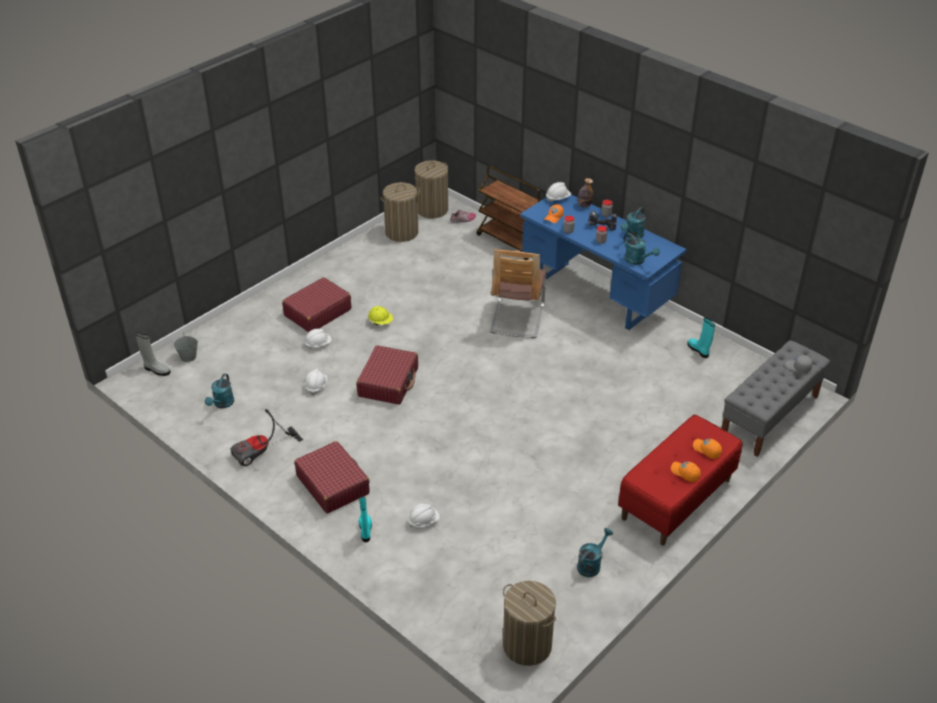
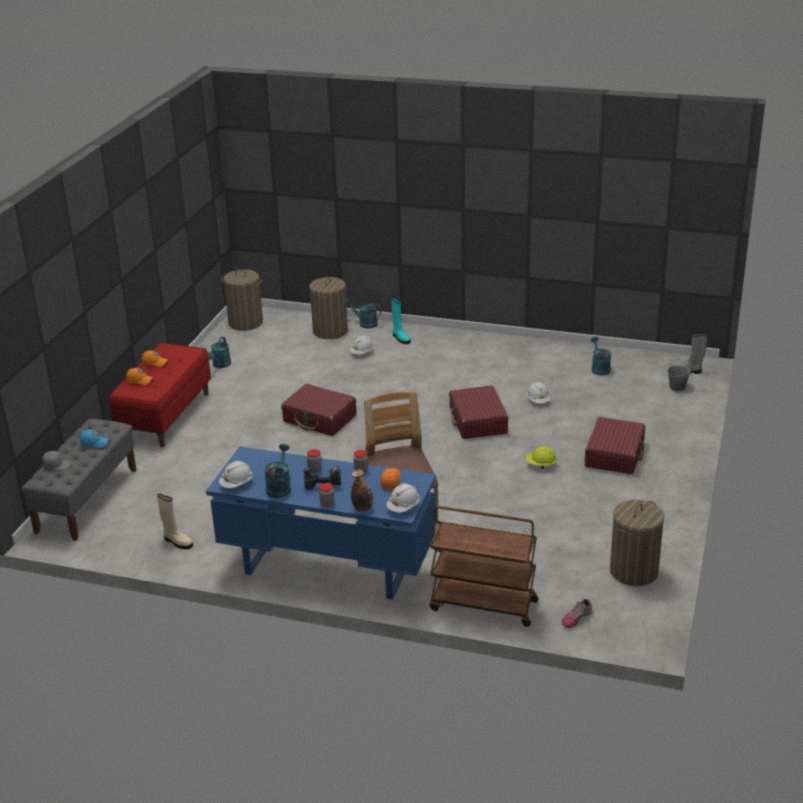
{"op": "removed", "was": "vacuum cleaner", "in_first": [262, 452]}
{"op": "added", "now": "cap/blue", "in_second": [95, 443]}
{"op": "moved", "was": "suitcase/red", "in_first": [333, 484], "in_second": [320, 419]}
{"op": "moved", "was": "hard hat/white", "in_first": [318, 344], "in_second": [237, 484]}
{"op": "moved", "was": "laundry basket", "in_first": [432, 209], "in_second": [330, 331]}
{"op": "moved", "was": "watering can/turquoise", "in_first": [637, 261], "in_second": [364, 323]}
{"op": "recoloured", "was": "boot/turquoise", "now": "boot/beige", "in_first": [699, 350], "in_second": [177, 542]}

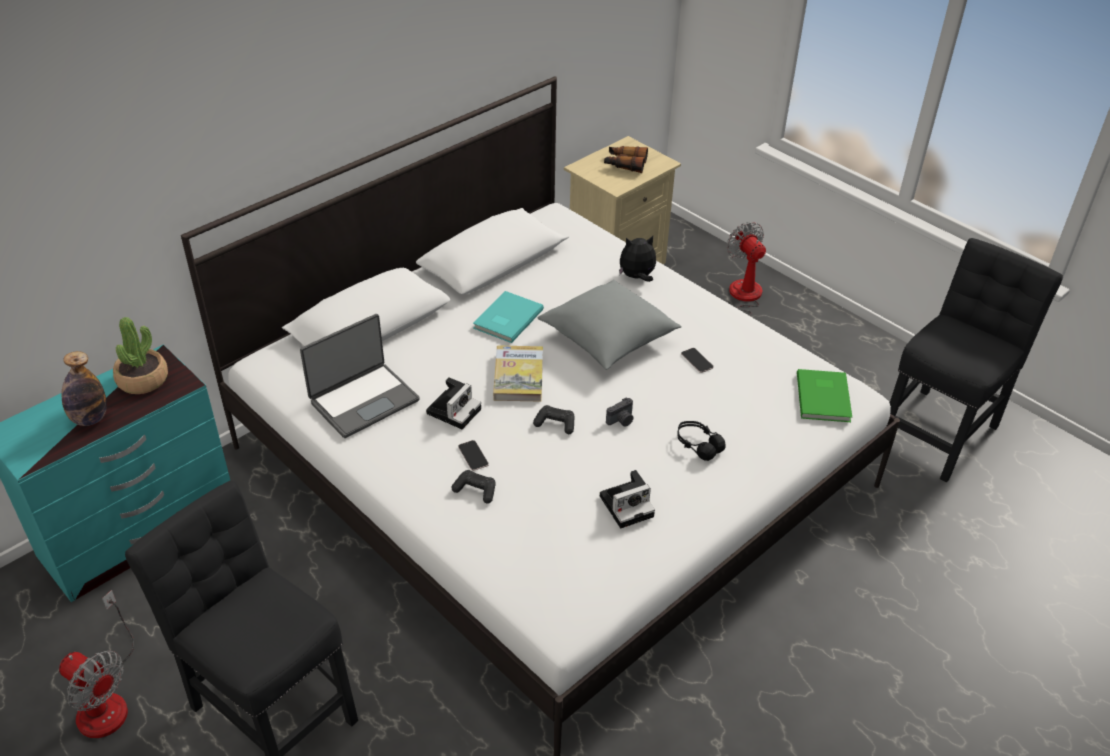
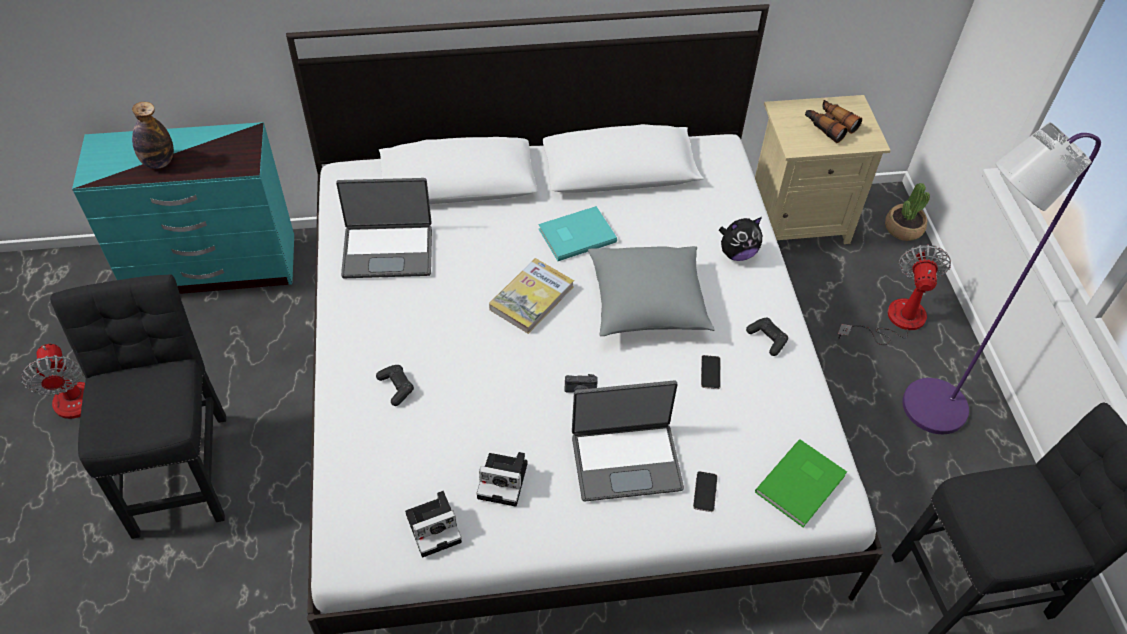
{"op": "added", "now": "floor lamp/purple", "in_second": [923, 410]}
{"op": "moved", "was": "potted plant", "in_first": [143, 380], "in_second": [903, 228]}
{"op": "moved", "was": "photo camera", "in_first": [454, 410], "in_second": [435, 526]}
{"op": "moved", "was": "phone", "in_first": [473, 456], "in_second": [705, 492]}
{"op": "moved", "was": "game controller/black", "in_first": [555, 424], "in_second": [767, 339]}
{"op": "replaced", "was": "headphones/black", "now": "laptop", "in_first": [698, 445], "in_second": [626, 460]}
{"op": "turned", "was": "plush toy", "in_first": [637, 277], "in_second": [737, 253], "clockwise": 135}

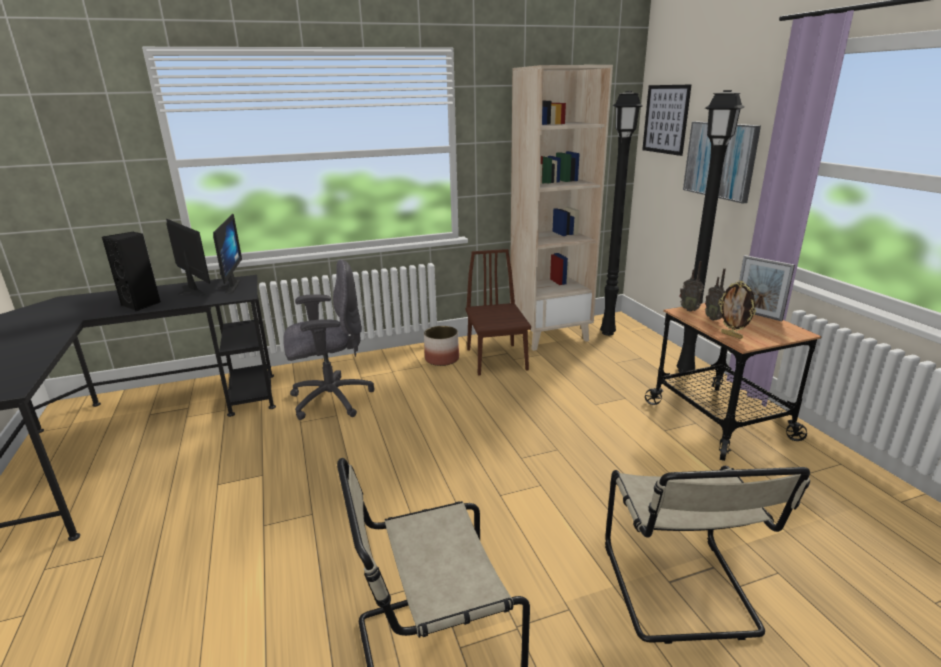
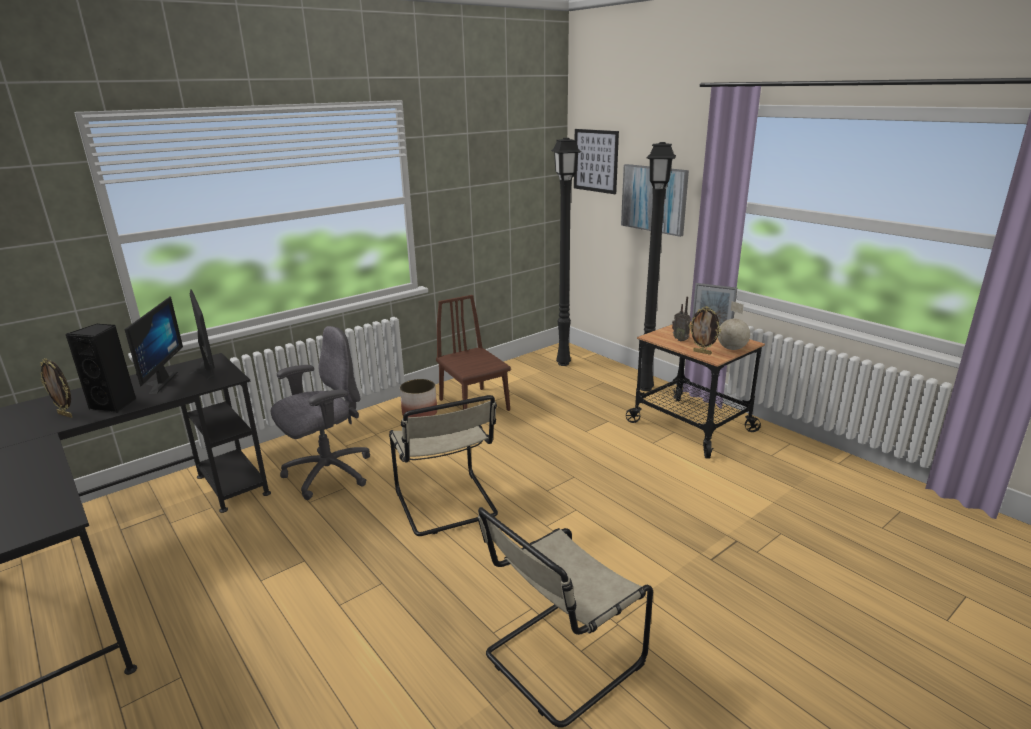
{"op": "removed", "was": "bookcase/beige", "in_first": [550, 335]}
{"op": "removed", "was": "radio", "in_first": [689, 309]}
{"op": "added", "now": "picture frame", "in_second": [66, 415]}
{"op": "added", "now": "globe", "in_second": [732, 349]}
{"op": "moved", "was": "chair/beige", "in_first": [680, 592], "in_second": [447, 505]}
{"op": "turned", "was": "monitor", "in_first": [187, 292], "in_second": [157, 383], "clockwise": 60}

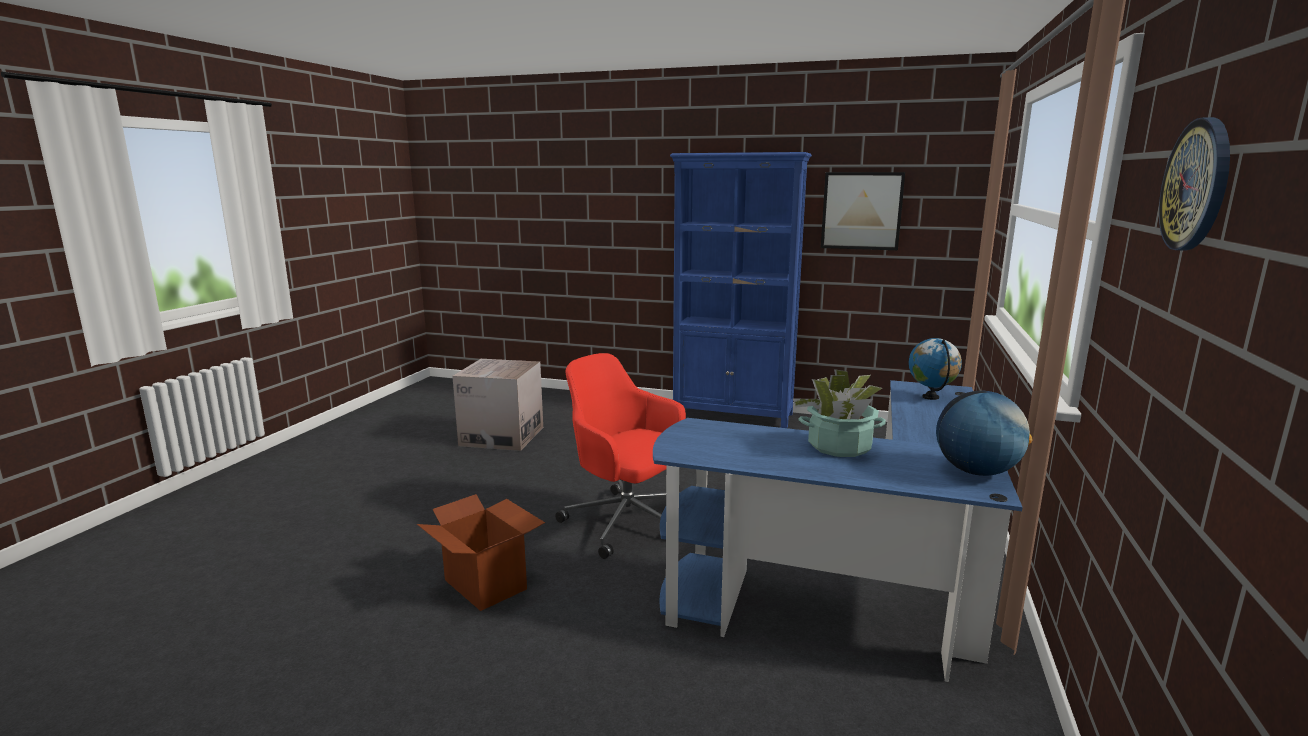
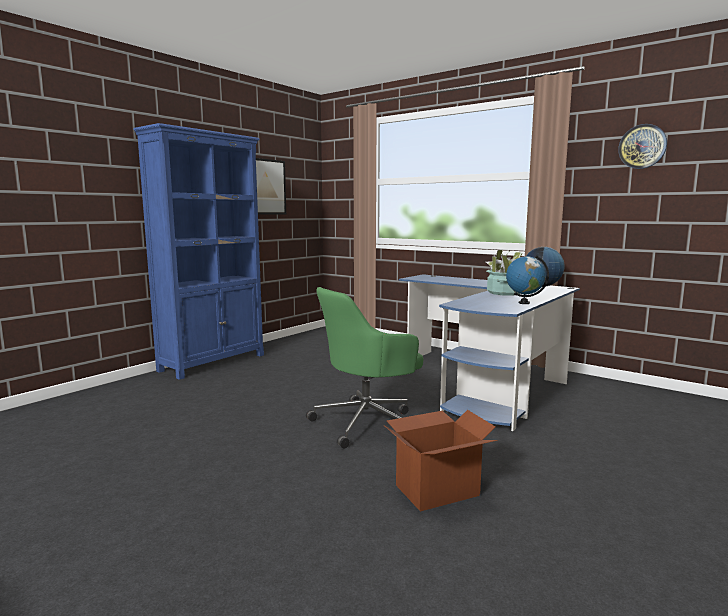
{"op": "removed", "was": "cardboard box", "in_first": [502, 436]}
{"op": "moved", "was": "globe", "in_first": [931, 397], "in_second": [524, 303]}
{"op": "recoloured", "was": "office chair/red", "now": "office chair/green", "in_first": [628, 522], "in_second": [367, 423]}

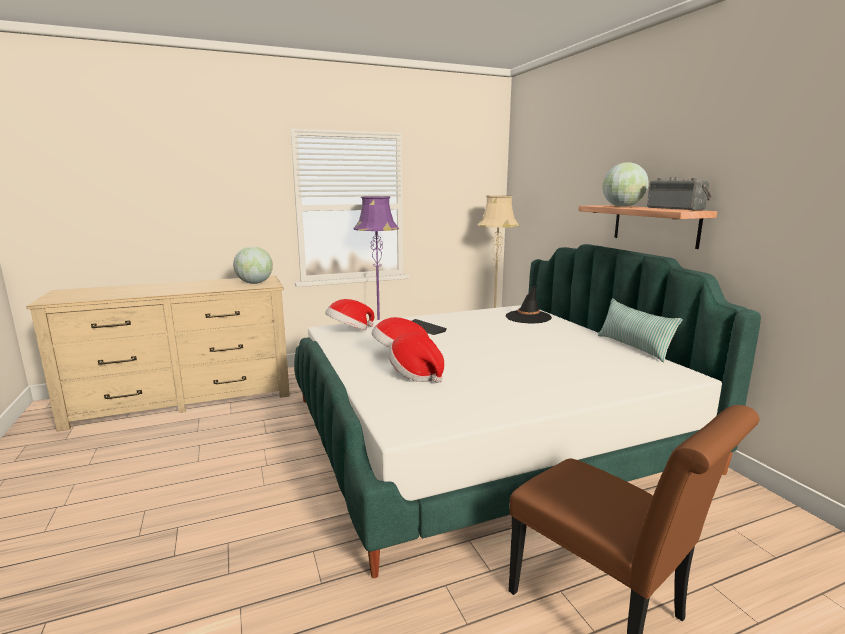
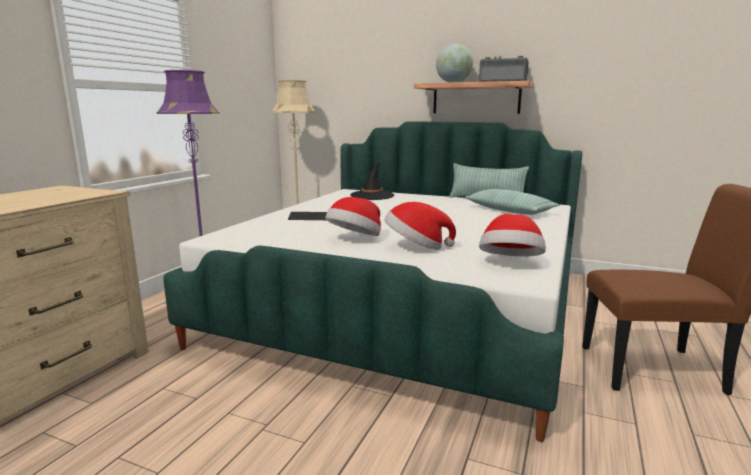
{"op": "removed", "was": "globe", "in_first": [254, 283]}
{"op": "added", "now": "pillow", "in_second": [509, 210]}
{"op": "moved", "was": "hat", "in_first": [349, 330], "in_second": [510, 263]}

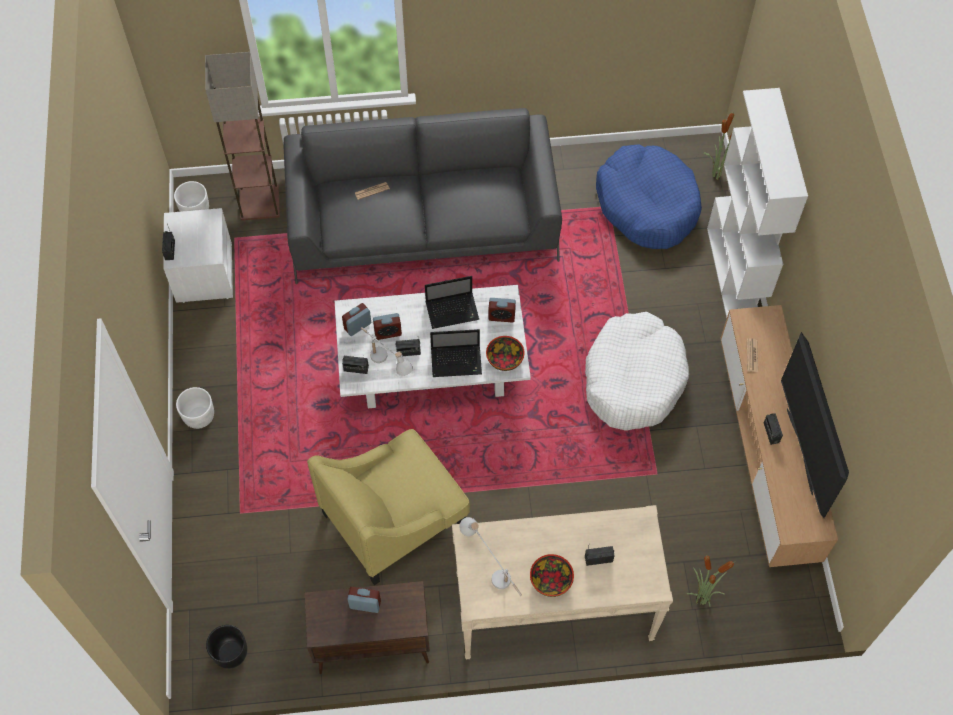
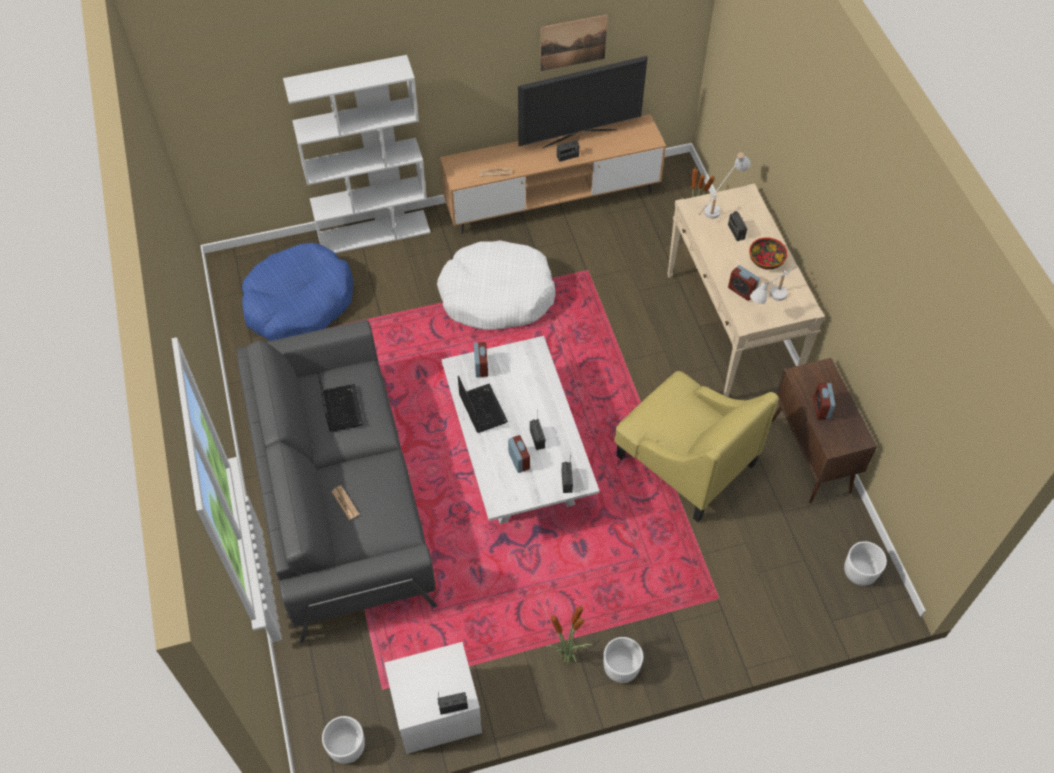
{"op": "removed", "was": "floor lamp", "in_first": [260, 202]}
{"op": "removed", "was": "bowl", "in_first": [504, 359]}
{"op": "added", "now": "picture", "in_second": [573, 42]}
{"op": "moved", "was": "alarm clock", "in_first": [357, 326], "in_second": [741, 291]}
{"op": "moved", "was": "table lamp/white", "in_first": [386, 364], "in_second": [719, 205]}
{"op": "moved", "was": "laptop", "in_first": [457, 361], "in_second": [341, 407]}
{"op": "moved", "was": "potted plant", "in_first": [715, 174], "in_second": [567, 658]}
{"op": "recoloured", "was": "planter/black", "now": "planter/white", "in_first": [231, 653], "in_second": [859, 572]}

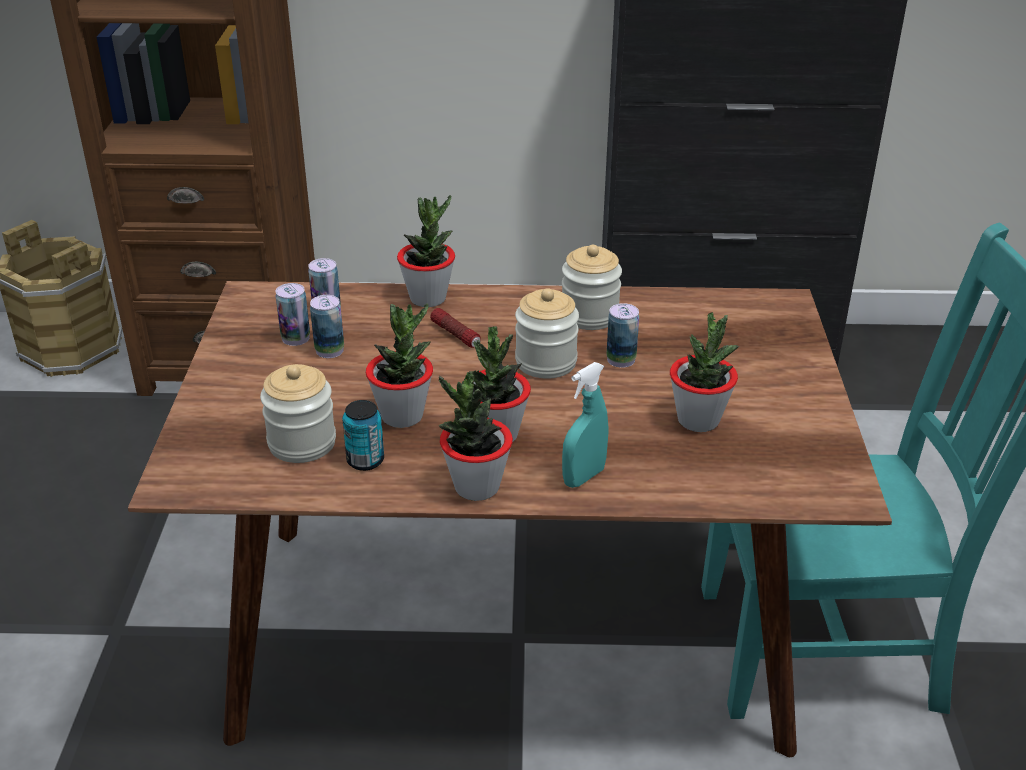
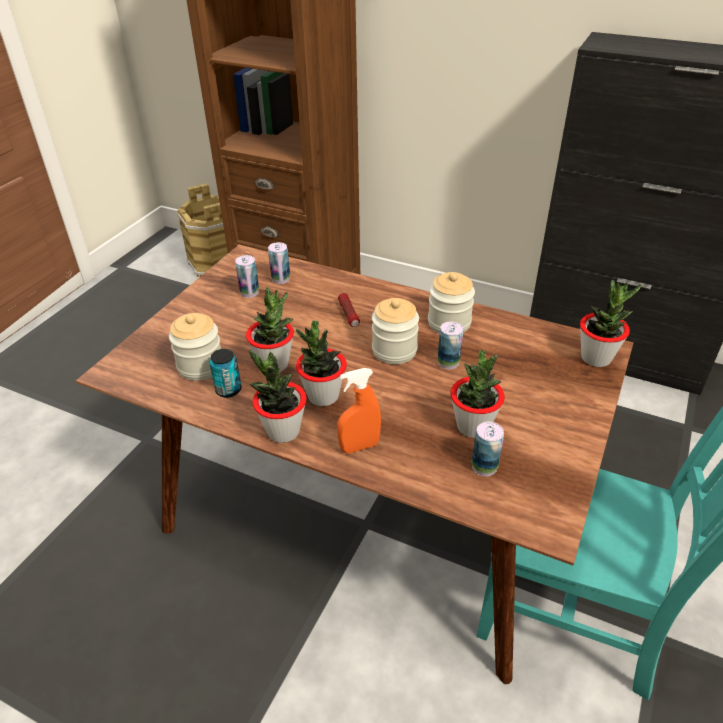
{"op": "moved", "was": "can", "in_first": [329, 350], "in_second": [484, 466]}
{"op": "moved", "was": "potted plant", "in_first": [428, 298], "in_second": [596, 358]}
{"op": "recoloured", "was": "spray bottle/turquoise", "now": "spray bottle/orange", "in_first": [583, 477], "in_second": [359, 446]}

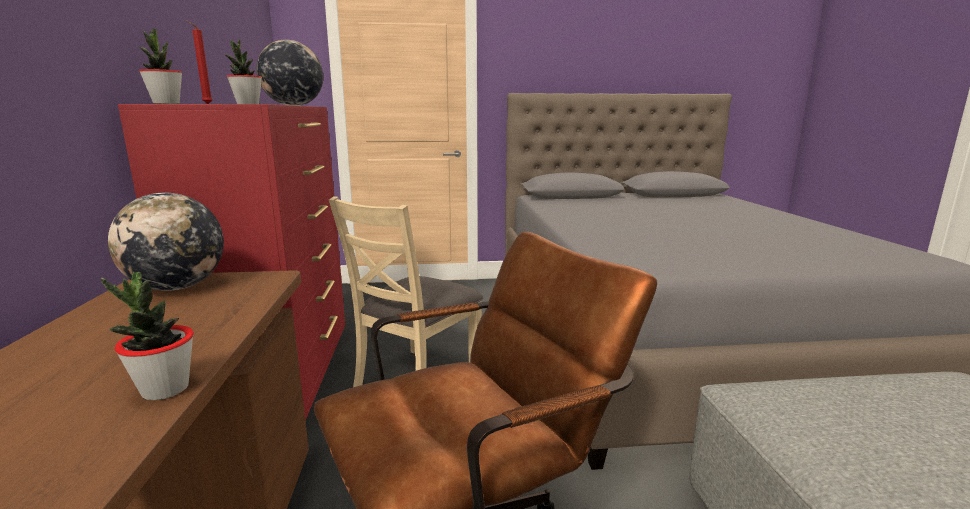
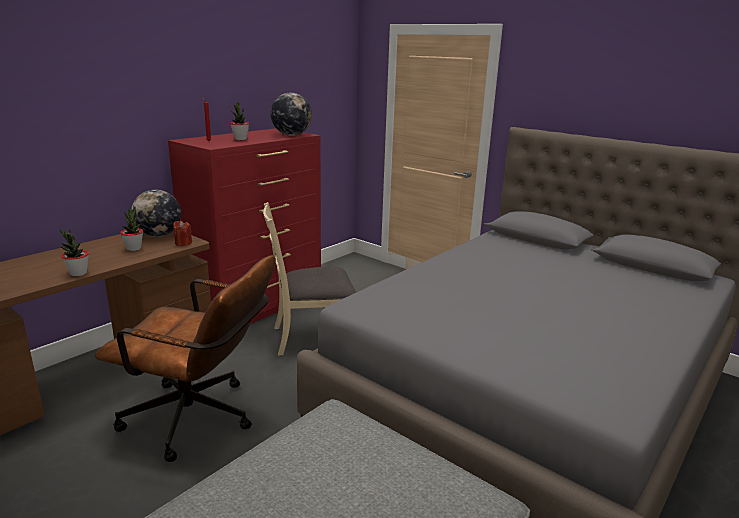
{"op": "added", "now": "candle/red", "in_second": [183, 243]}
{"op": "moved", "was": "potted plant", "in_first": [166, 104], "in_second": [134, 248]}

